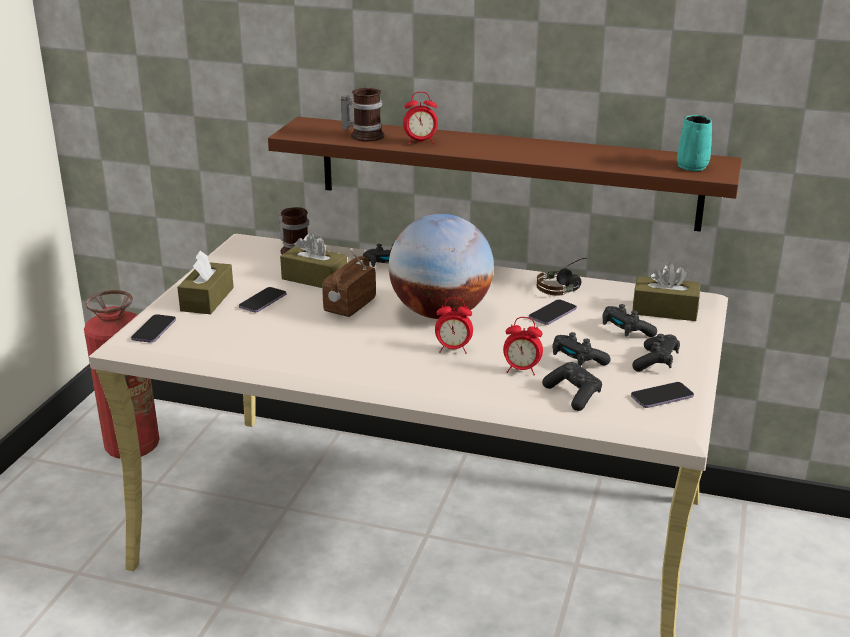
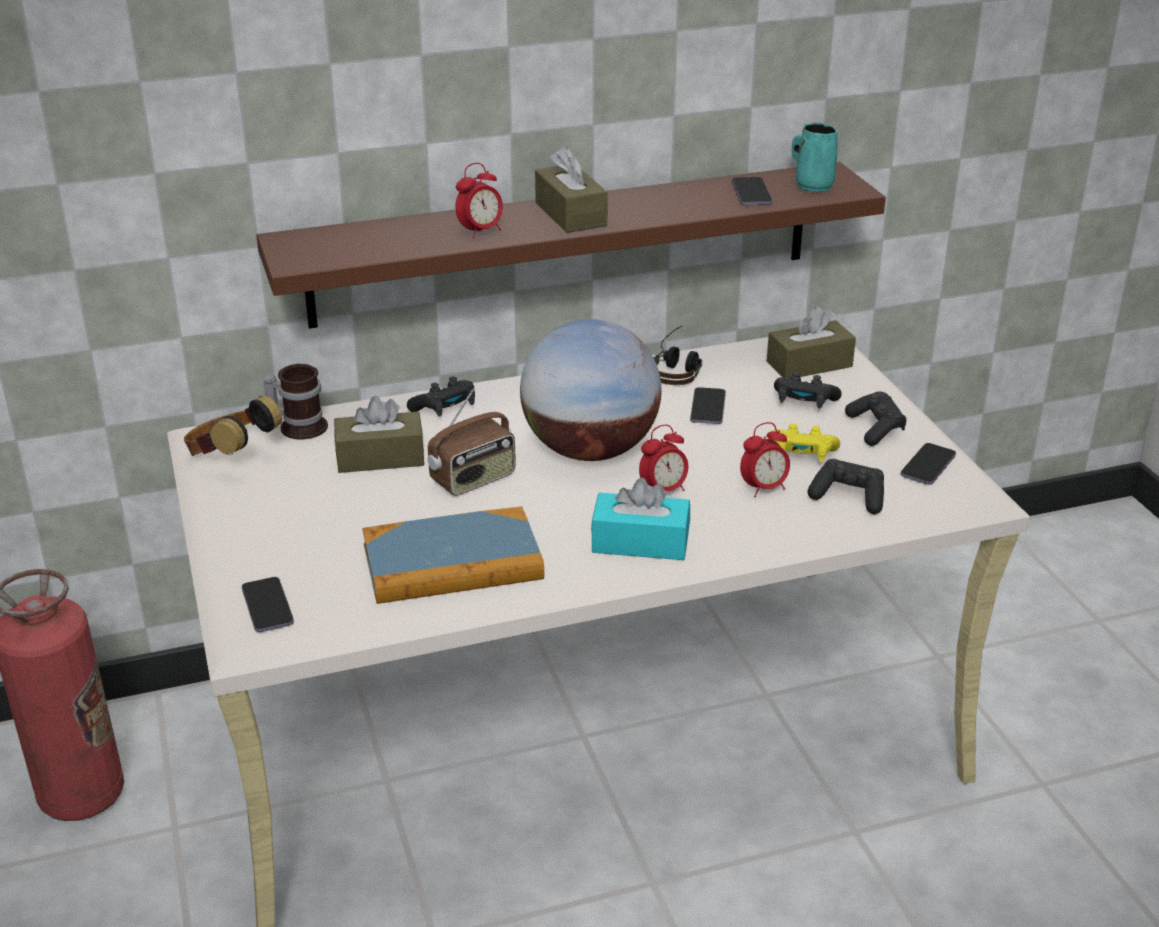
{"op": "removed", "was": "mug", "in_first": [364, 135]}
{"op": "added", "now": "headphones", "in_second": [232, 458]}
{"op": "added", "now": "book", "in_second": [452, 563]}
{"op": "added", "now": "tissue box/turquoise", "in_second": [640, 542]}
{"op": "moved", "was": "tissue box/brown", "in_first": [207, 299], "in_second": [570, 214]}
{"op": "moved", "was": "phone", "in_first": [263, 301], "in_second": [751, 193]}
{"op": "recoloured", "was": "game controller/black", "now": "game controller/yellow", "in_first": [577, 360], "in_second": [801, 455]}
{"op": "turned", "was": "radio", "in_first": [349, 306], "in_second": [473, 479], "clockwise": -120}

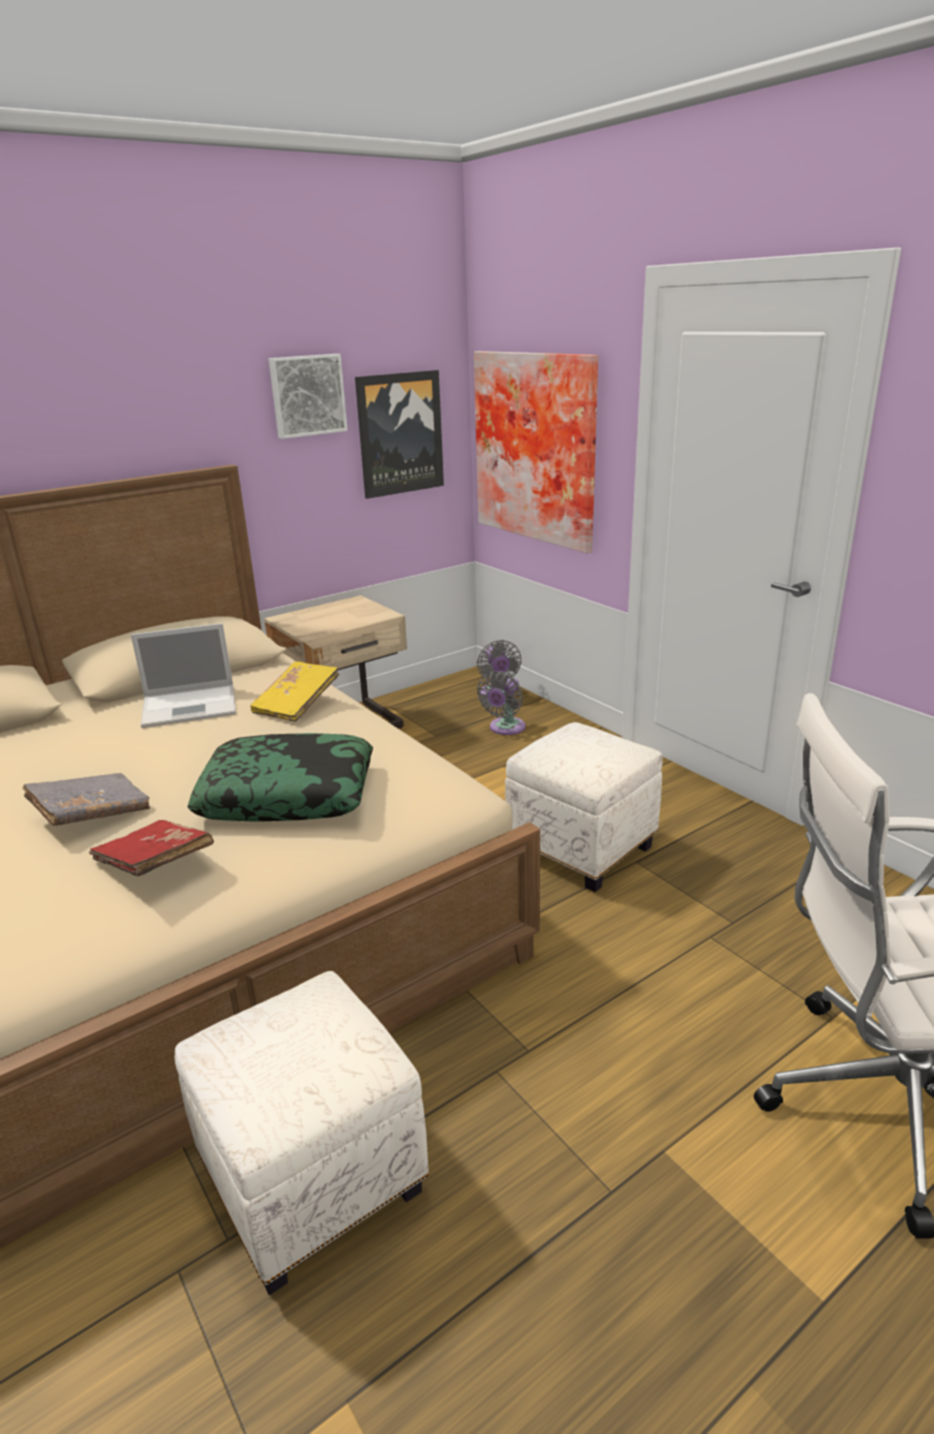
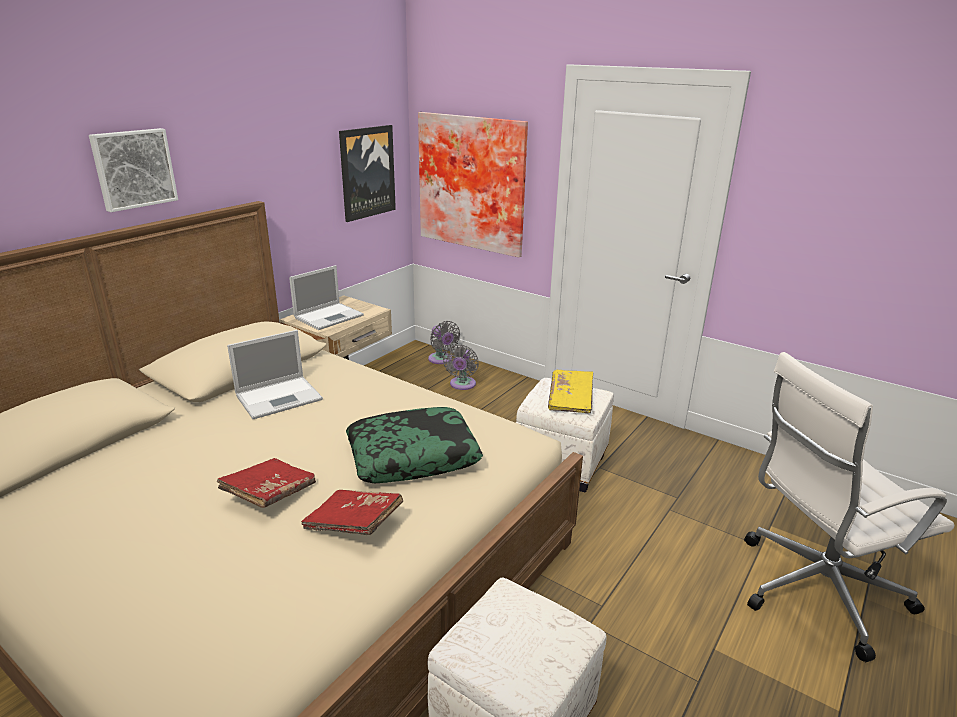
{"op": "added", "now": "laptop", "in_second": [329, 316]}
{"op": "moved", "was": "book/yellow", "in_first": [297, 704], "in_second": [570, 400]}
{"op": "moved", "was": "picture", "in_first": [307, 395], "in_second": [133, 168]}
{"op": "recoloured", "was": "book/grey", "now": "book/red", "in_first": [92, 813], "in_second": [270, 493]}

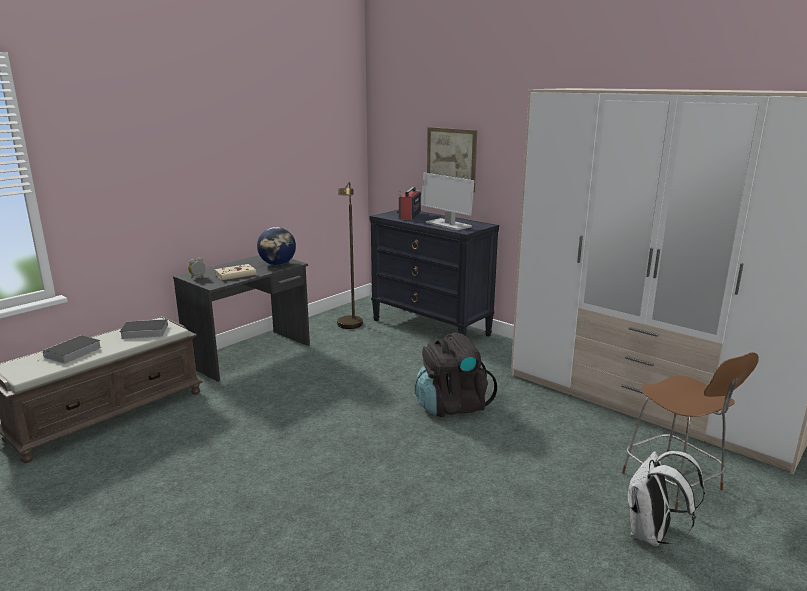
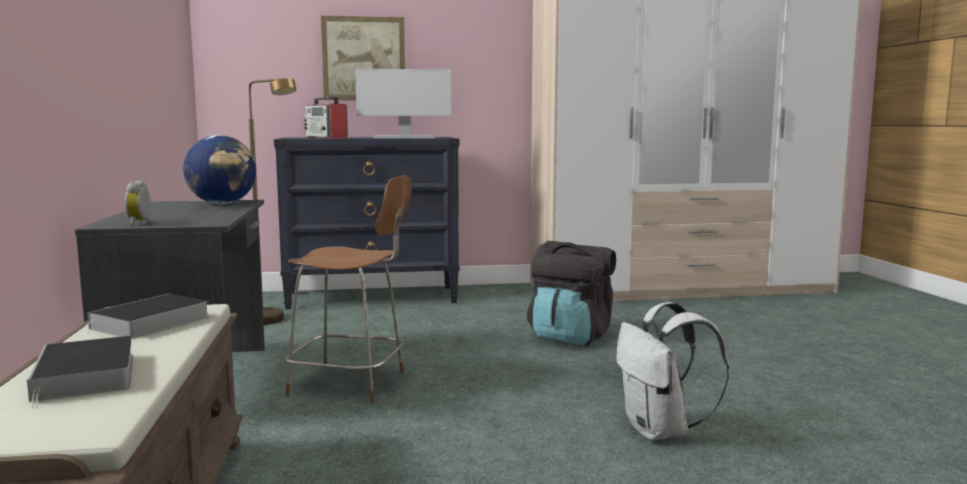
{"op": "removed", "was": "book/beige", "in_first": [237, 274]}
{"op": "moved", "was": "chair/brown", "in_first": [674, 483], "in_second": [351, 384]}
{"op": "moved", "was": "backpack/white", "in_first": [651, 535], "in_second": [660, 431]}

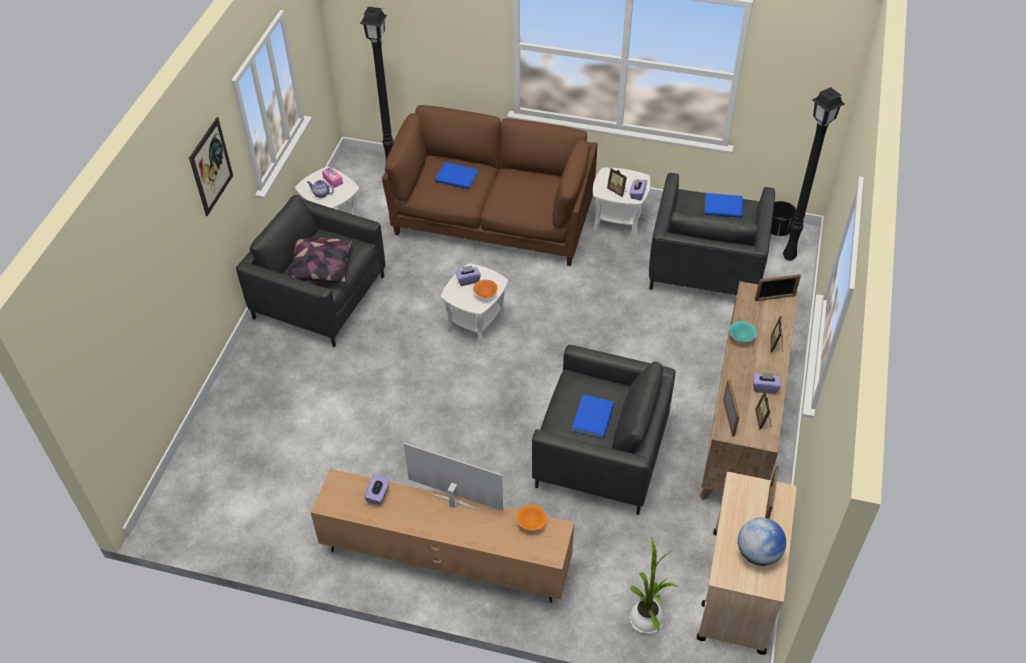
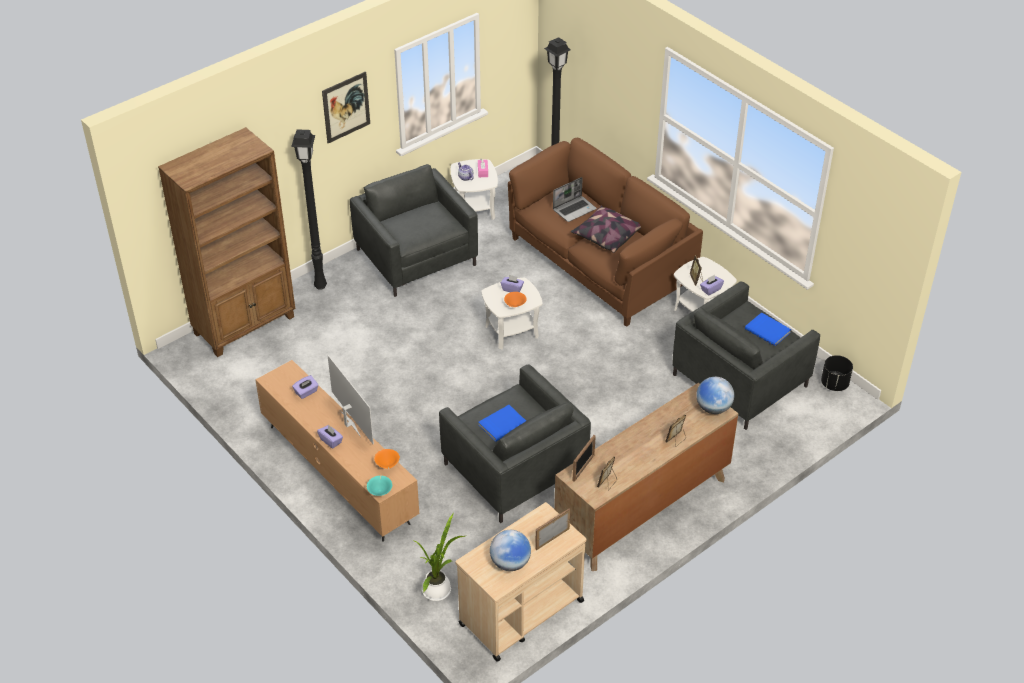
{"op": "added", "now": "bookcase/brown", "in_second": [245, 325]}
{"op": "moved", "was": "pillow", "in_first": [320, 268], "in_second": [606, 236]}
{"op": "moved", "was": "bowl/turquoise", "in_first": [741, 337], "in_second": [380, 491]}
{"op": "moved", "was": "tissue box/purple", "in_first": [764, 387], "in_second": [331, 441]}
{"op": "moved", "was": "floor lamp/black", "in_first": [790, 257], "in_second": [321, 286]}
{"op": "replaced", "was": "book/blue", "now": "laptop", "in_first": [457, 176], "in_second": [574, 209]}
{"op": "replaced", "was": "picture frame", "now": "globe", "in_first": [775, 298], "in_second": [713, 408]}

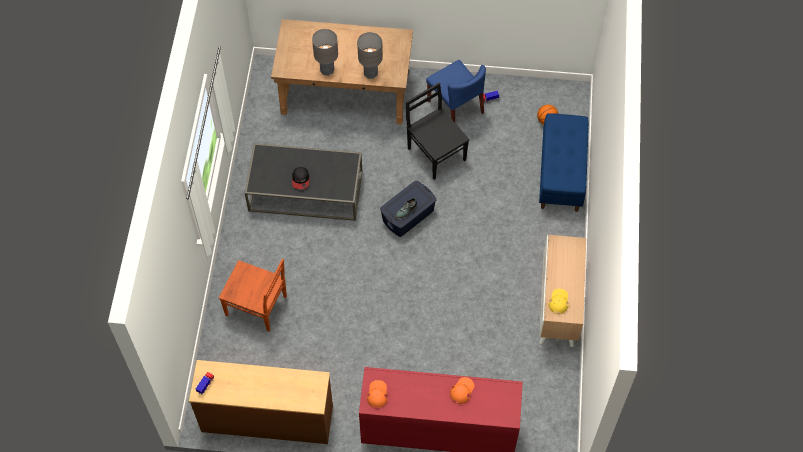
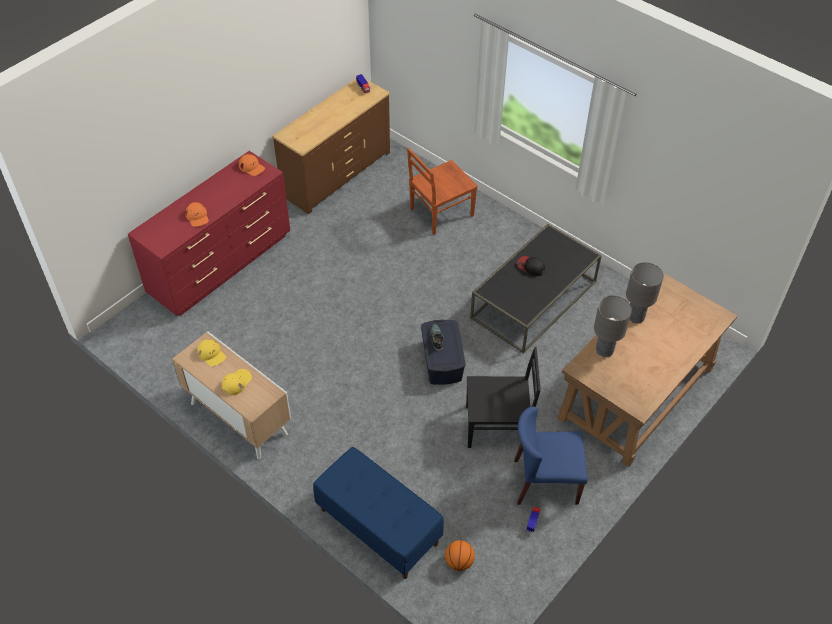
{"op": "added", "now": "cap/yellow", "in_second": [236, 382]}

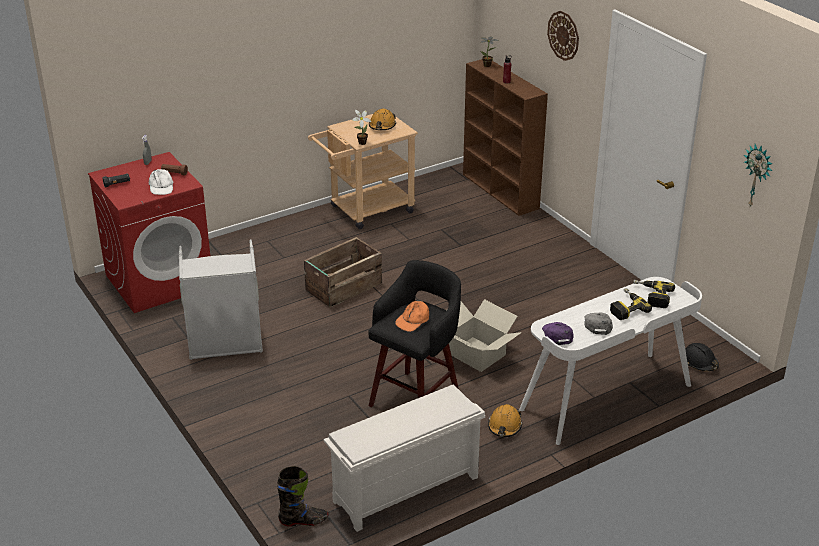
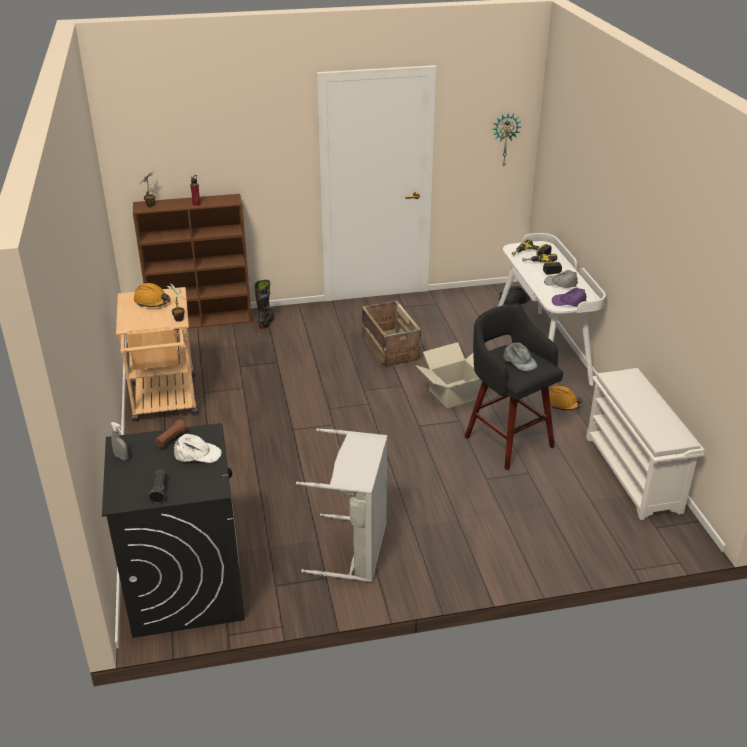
{"op": "removed", "was": "wall clock", "in_first": [563, 35]}
{"op": "moved", "was": "boot/black", "in_first": [303, 521], "in_second": [267, 321]}
{"op": "moved", "was": "crate", "in_first": [342, 287], "in_second": [390, 348]}
{"op": "recoloured", "was": "washing machine/red", "now": "washing machine/black", "in_first": [160, 281], "in_second": [186, 585]}
{"op": "recoloured", "was": "cap/orange", "now": "cap/grey", "in_first": [413, 320], "in_second": [519, 361]}

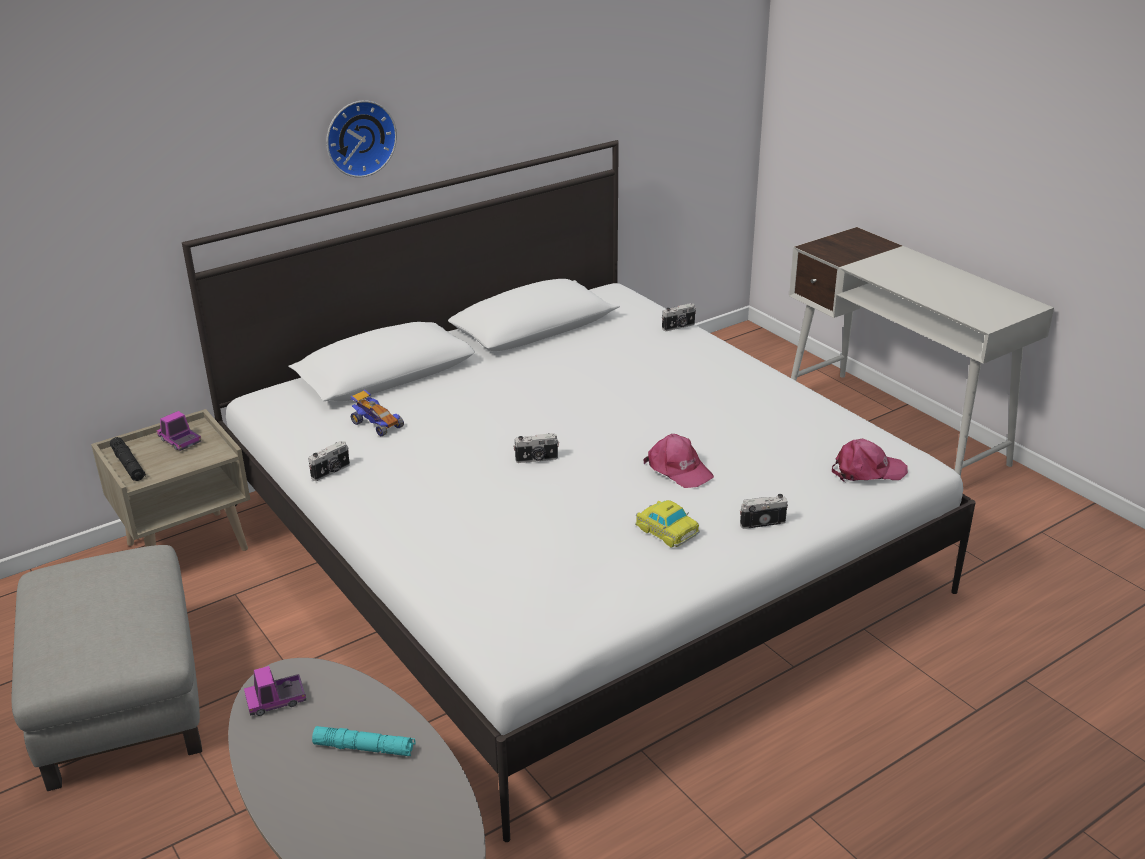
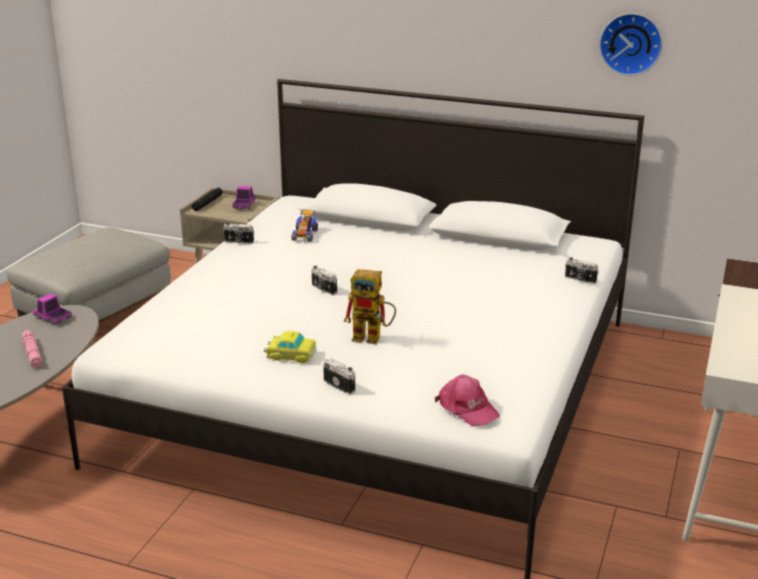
{"op": "moved", "was": "wall clock", "in_first": [359, 137], "in_second": [631, 43]}
{"op": "replaced", "was": "cap/pink", "now": "toy robot", "in_first": [678, 469], "in_second": [373, 337]}
{"op": "recoloured", "was": "flashlight/turquoise", "now": "flashlight/pink", "in_first": [364, 748], "in_second": [33, 354]}
{"op": "turned", "was": "toy car", "in_first": [666, 530], "in_second": [290, 354], "clockwise": -90}

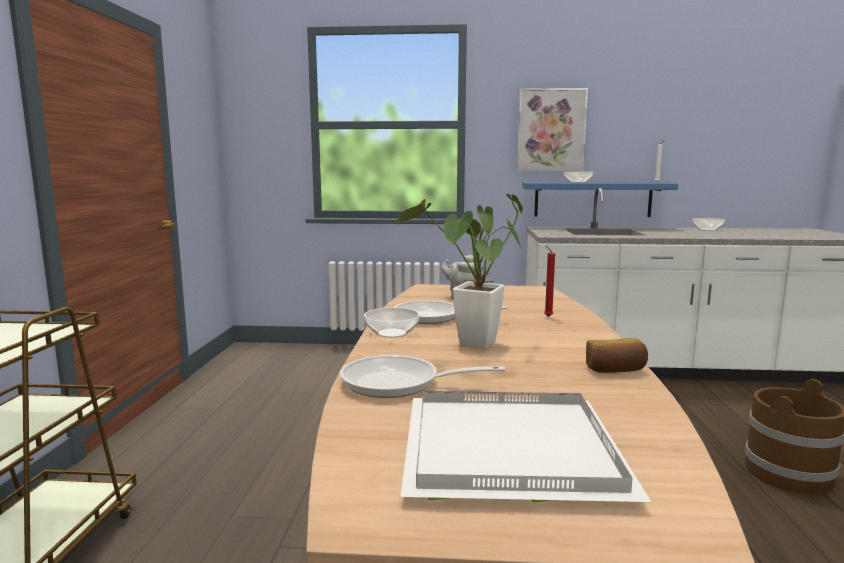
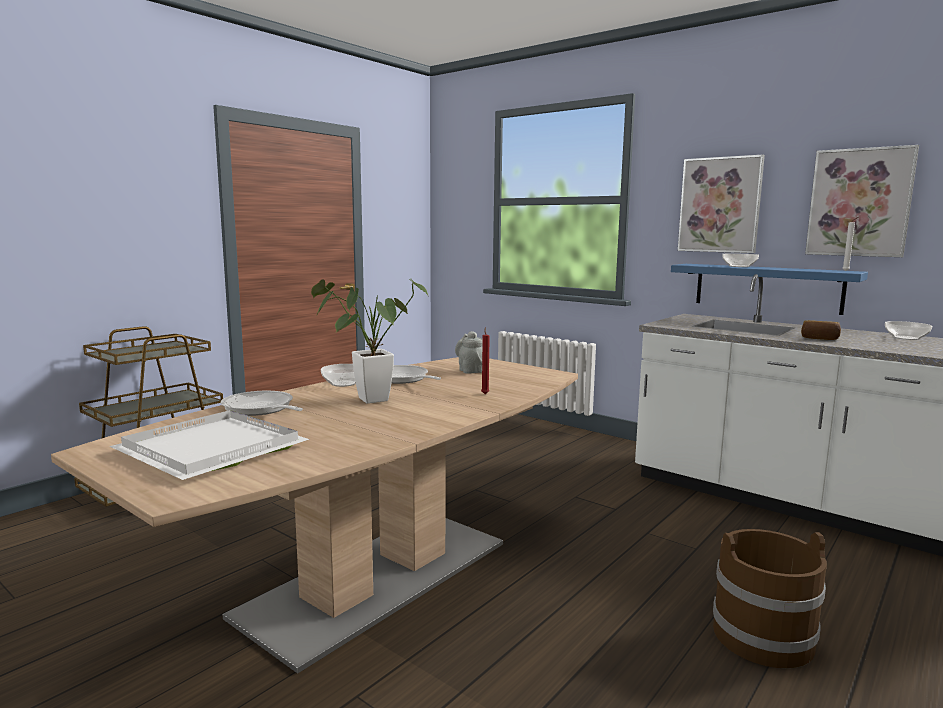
{"op": "added", "now": "picture", "in_second": [859, 202]}
{"op": "moved", "was": "bread", "in_first": [615, 370], "in_second": [819, 338]}

